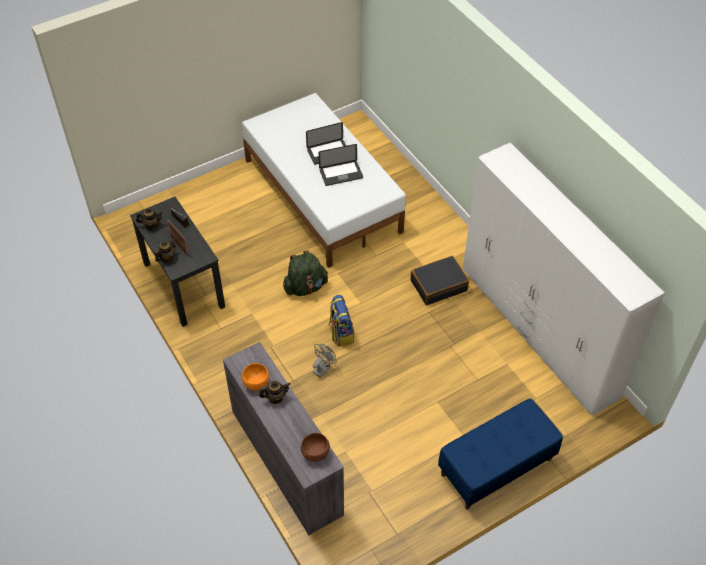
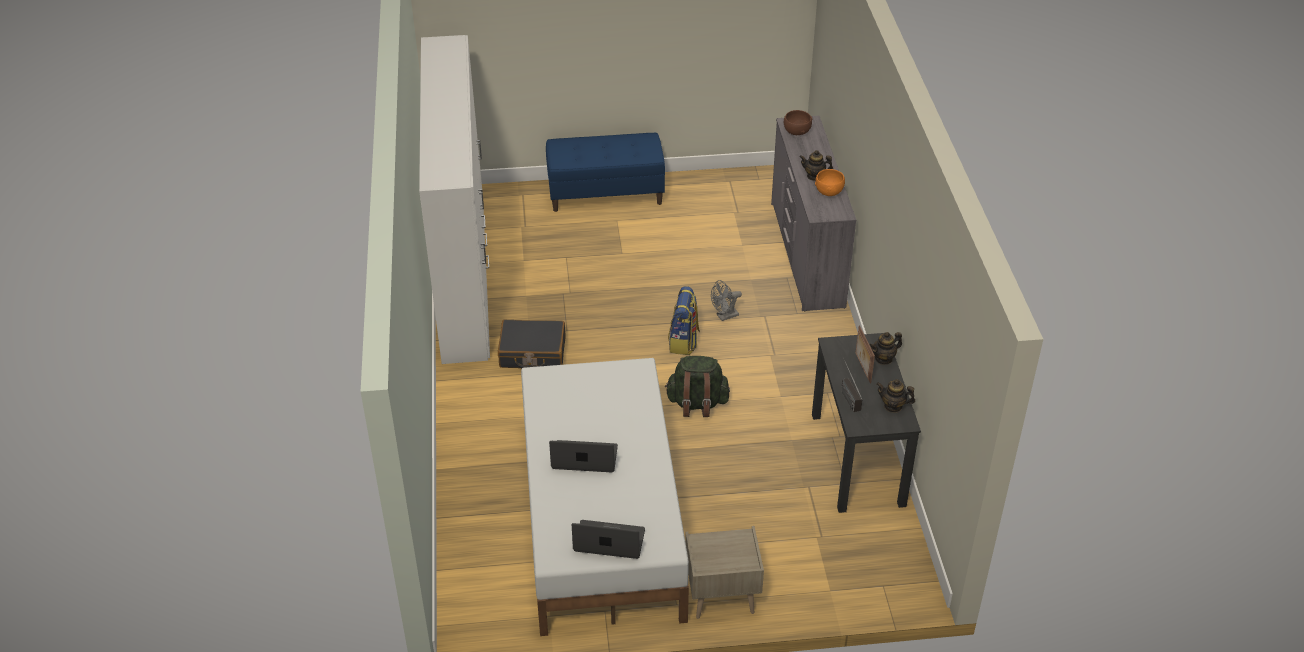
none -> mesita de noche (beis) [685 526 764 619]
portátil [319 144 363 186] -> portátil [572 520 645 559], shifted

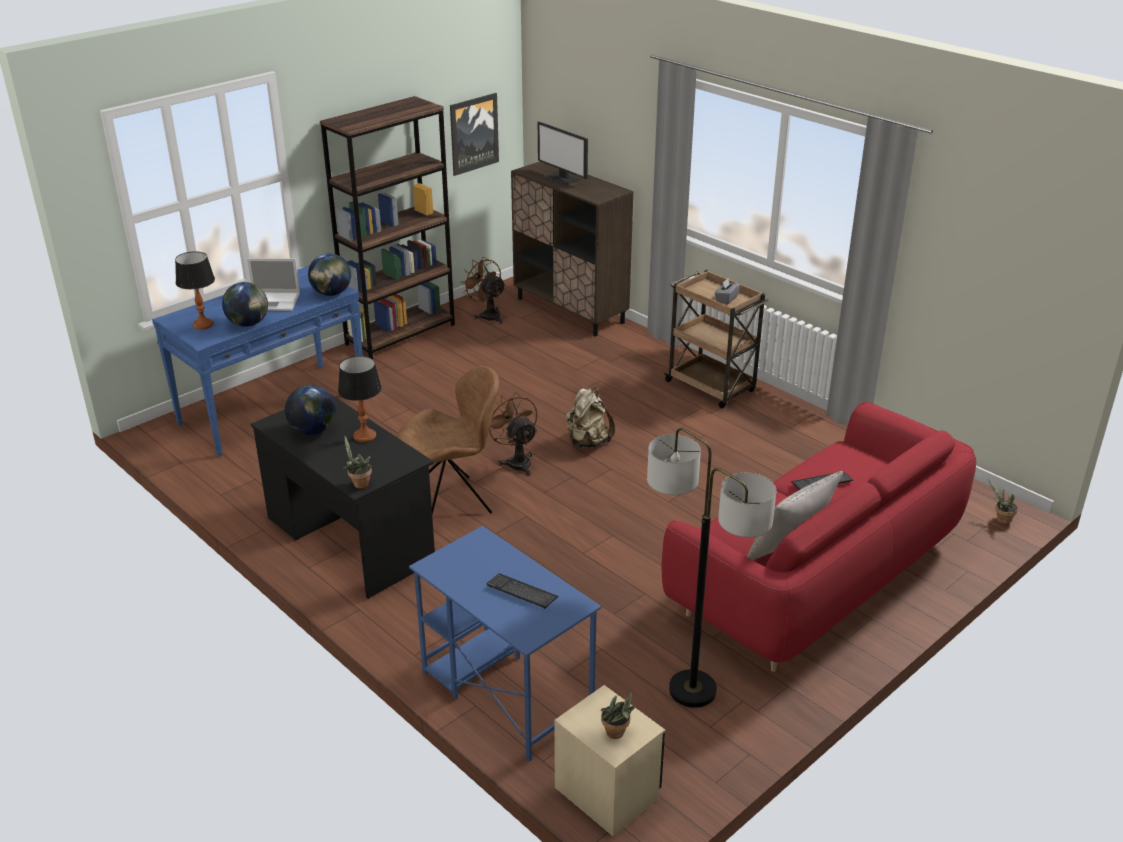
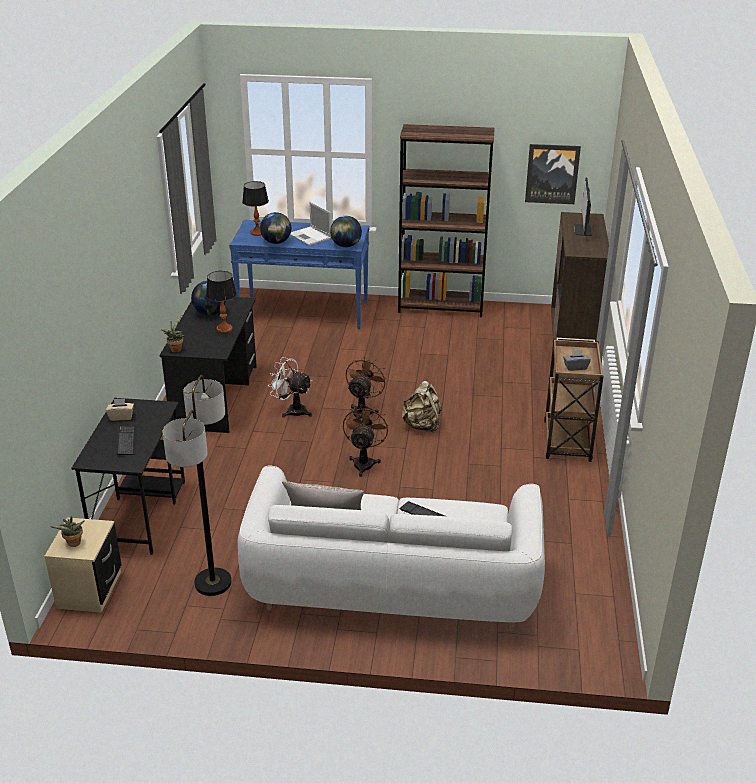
planta en maceta [989 480 1018 524] -> none
none -> caja de pañuelos (beis) [106 398 134 421]
ventilador (marrón) [460 257 506 324] -> ventilador (marrón) [343 404 389 477], shifted
silla (marrón) [397 366 499 514] -> ventilador (blanco) [268 357 312 418]
escritorio (azul) [409 526 601 761] -> escritorio (negro) [71 398 185 555]
sofá (rojo) [662 402 976 672] -> sofá (blanco) [238 466 545 631]

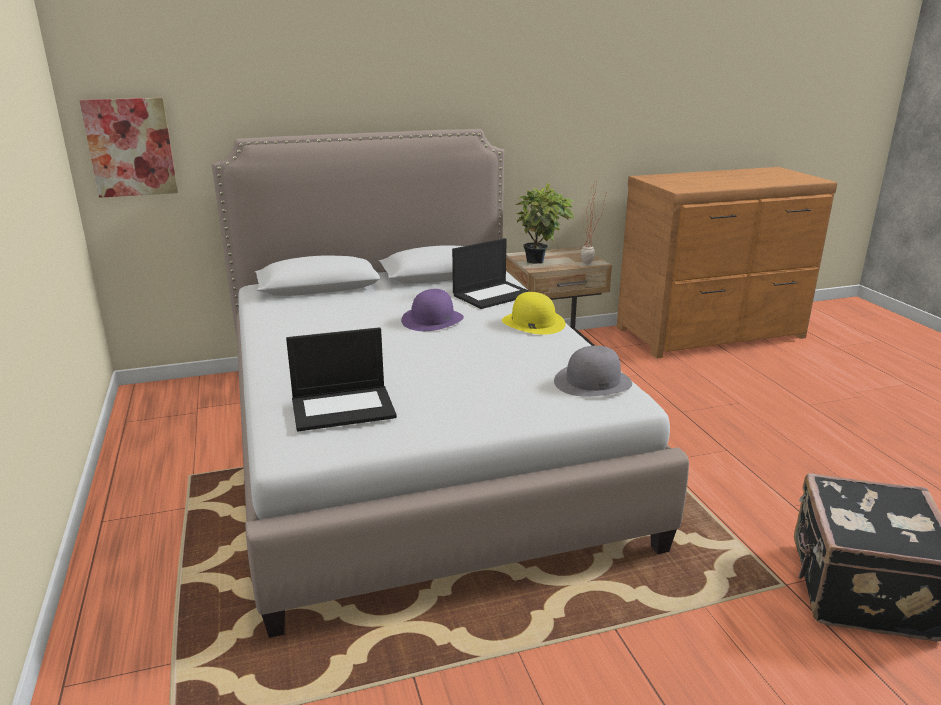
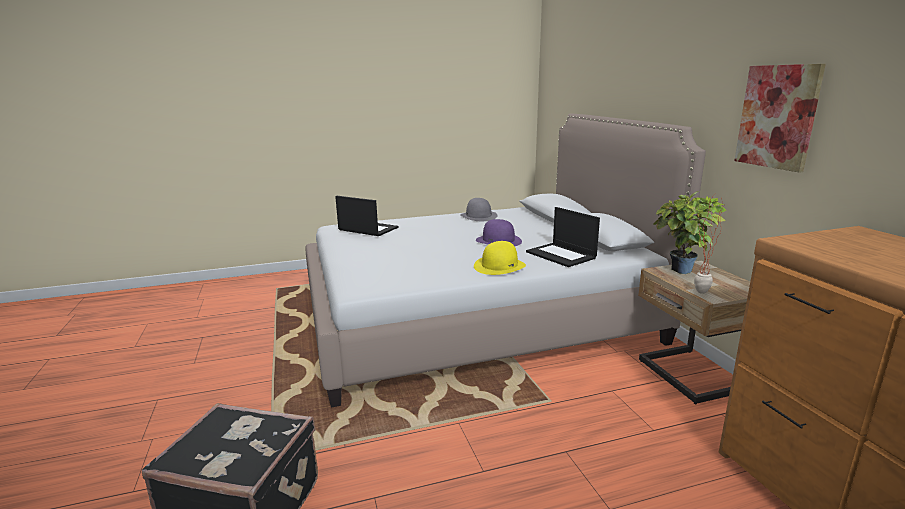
cuadro [80 98 178 198] -> cuadro [734 64 826 173], shifted
sombrero (gris) [554 346 632 397] -> sombrero (gris) [460 198 498 221], shifted
portátil [286 327 397 431] -> portátil [335 196 398 236], 135 degrees clockwise

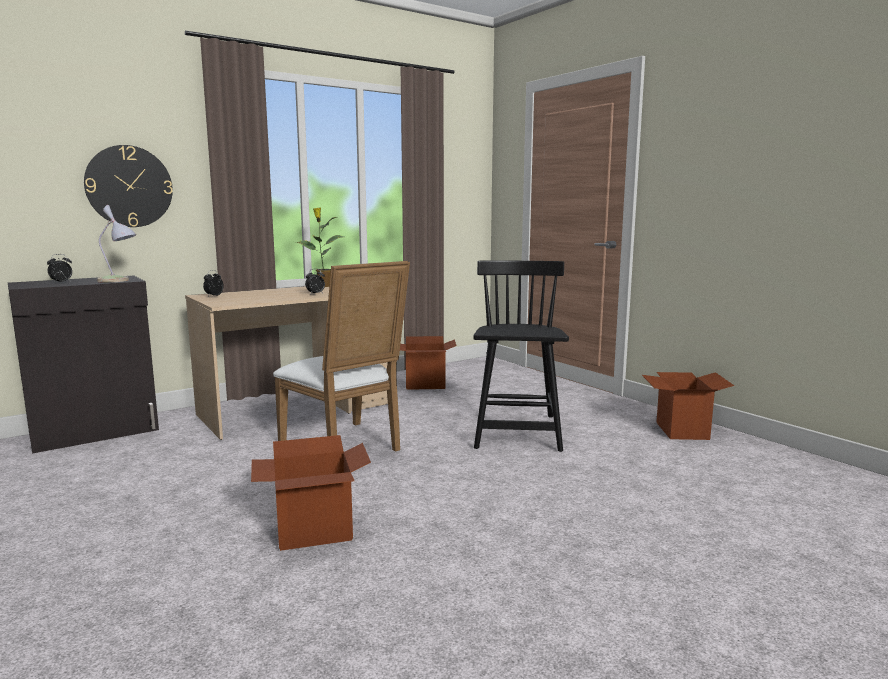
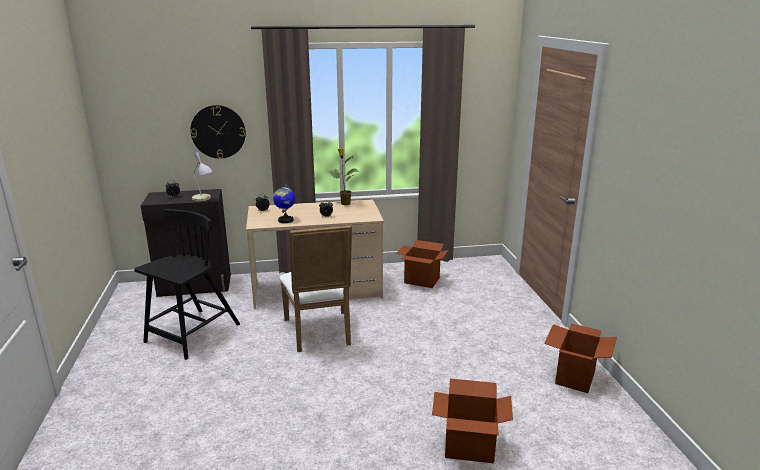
none -> globo terráqueo [273 184 295 223]
caja de cartón [251 435 371 551] -> caja de cartón [432 378 513 463], shifted
silla (negro) [473 261 569 452] -> silla (negro) [134 209 240 360], shifted

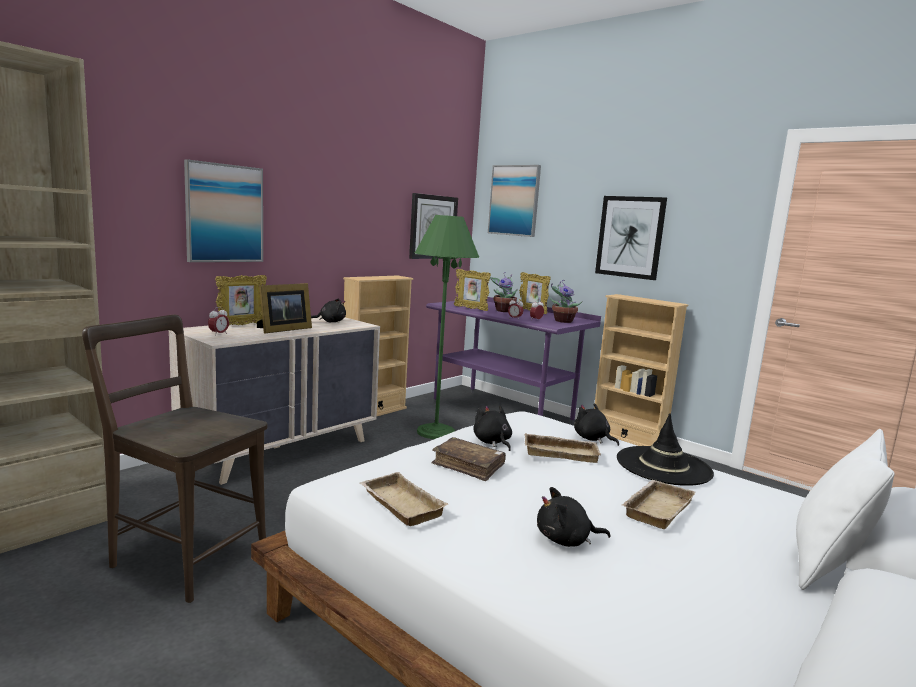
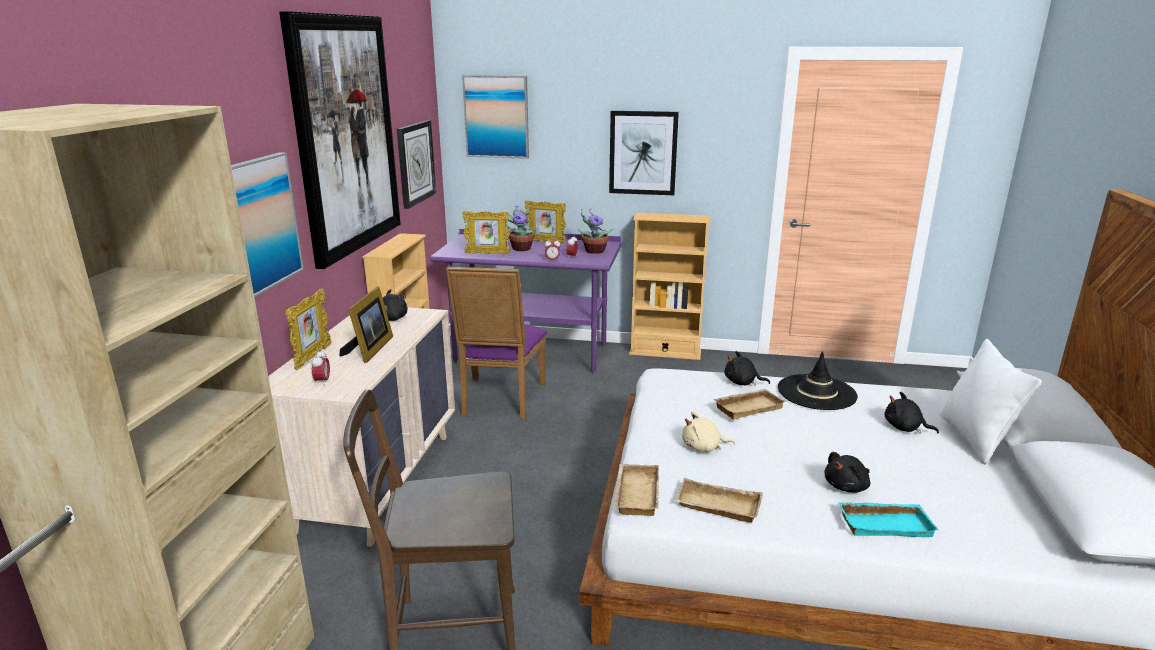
none -> cuadro [279 11 401 269]
none -> bandeja (turquesa) [838 502 939 537]
peluche (negro) [473 406 512 451] -> peluche (negro) [885 392 939 434], shifted
bandeja (beis) [623 480 696 529] -> bandeja (beis) [615 464 659 516], shifted
lámpara de pie (verde) [415 215 479 439] -> silla (morado) [446 267 547 419]
libro (marrón) [432 437 506 481] -> peluche (beis) [682 411 735 452]

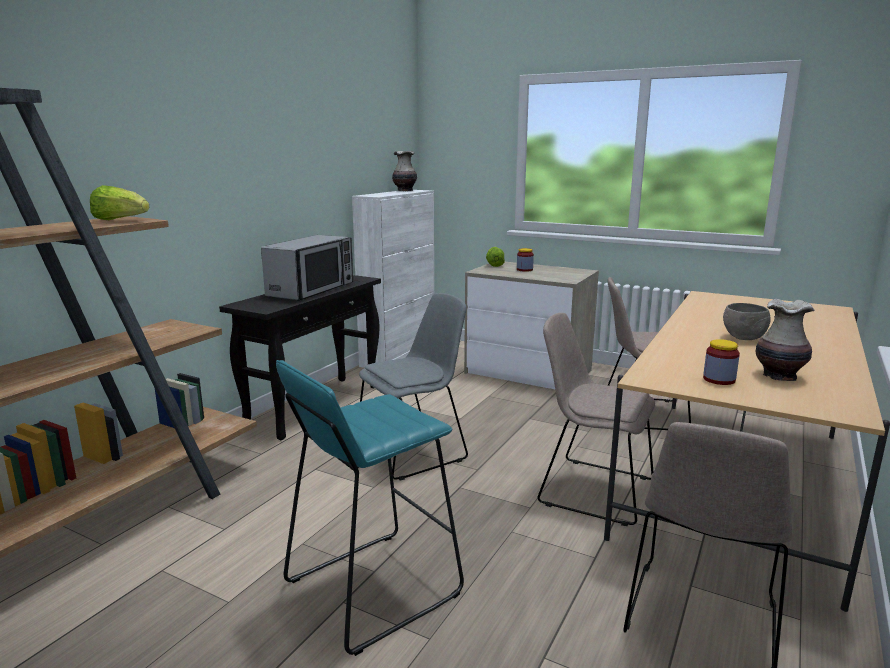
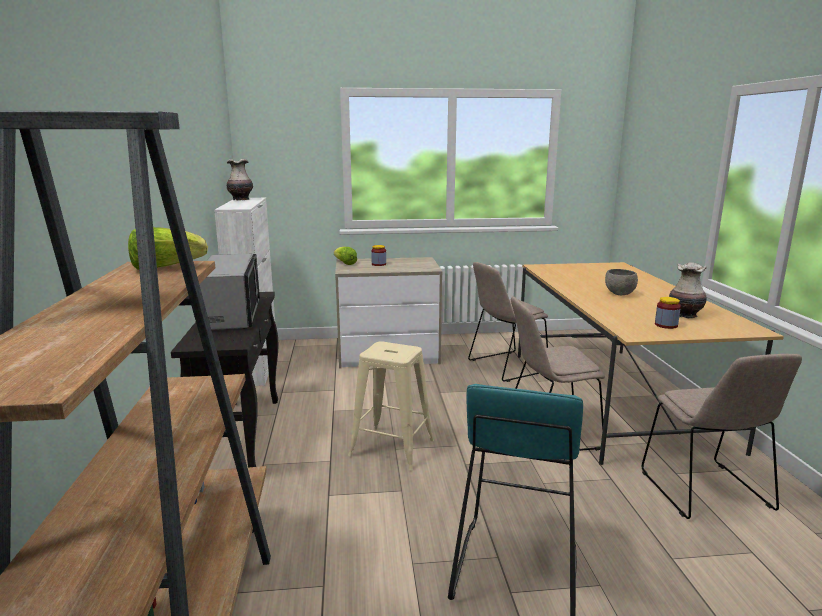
silla (gris) [359 293 468 481] -> taburete (beis) [348 341 434 471]

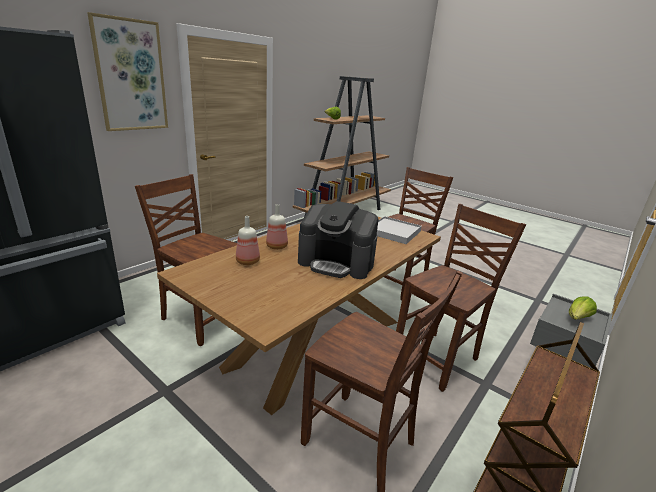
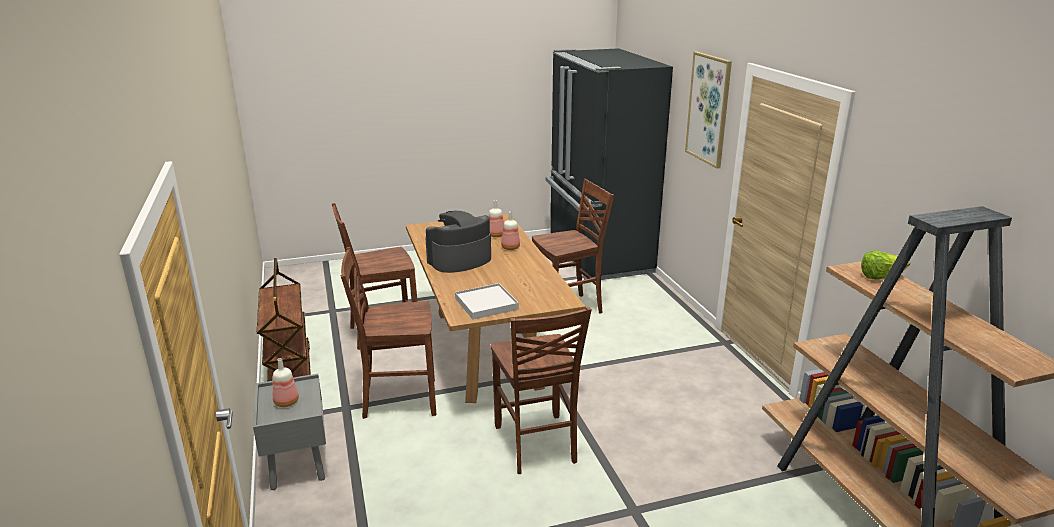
lechuga [569 296 597 320] -> botella [273 358 299 407]
silla (marrón) [396 204 526 392] -> silla (marrón) [341 247 436 419], 90 degrees clockwise

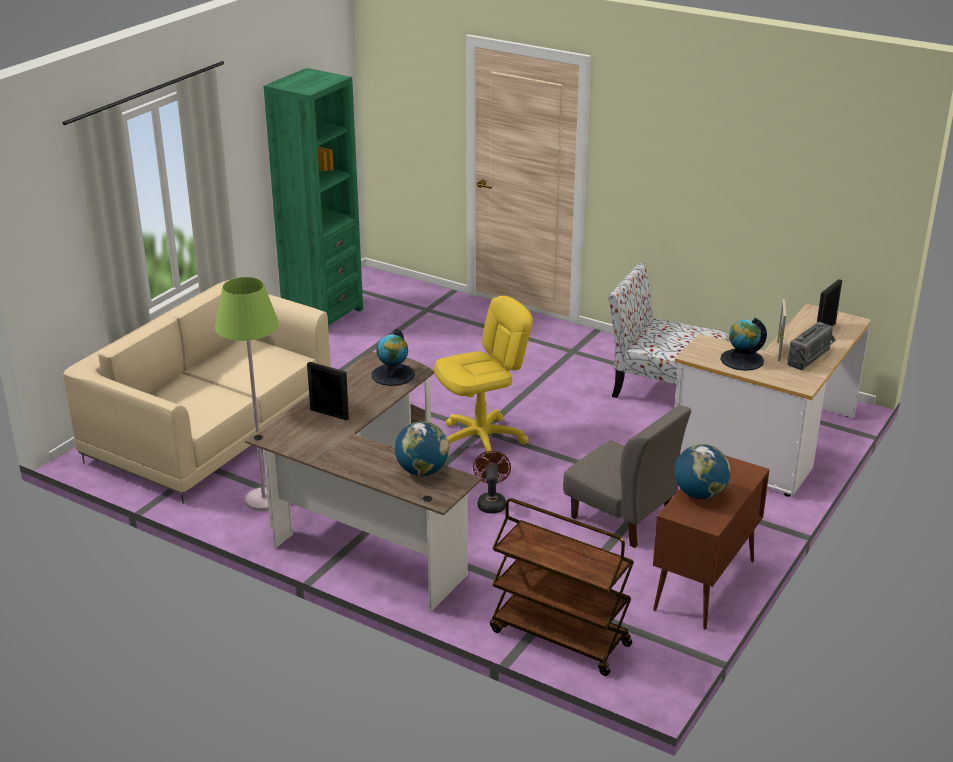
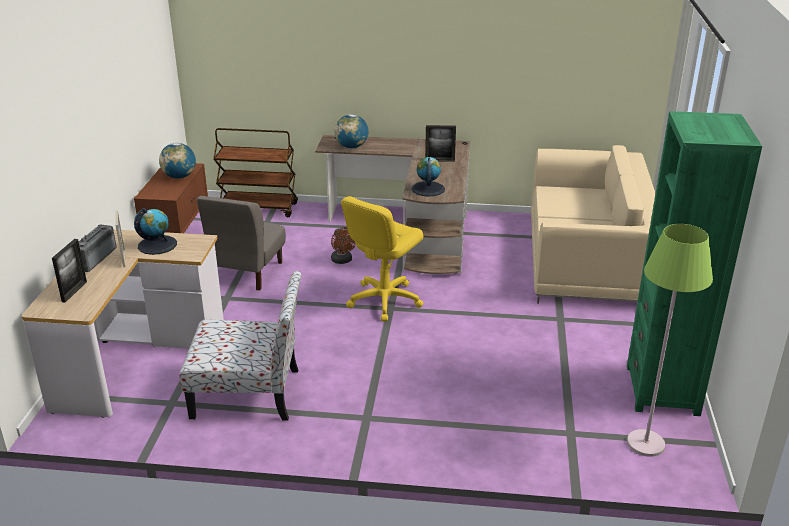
lámpara de pie (verde) [215 277 279 511] -> lámpara de pie (verde) [627 224 713 457], shifted
silla (gris) [563 406 691 548] -> silla (gris) [197 196 286 291], 90 degrees counterclockwise

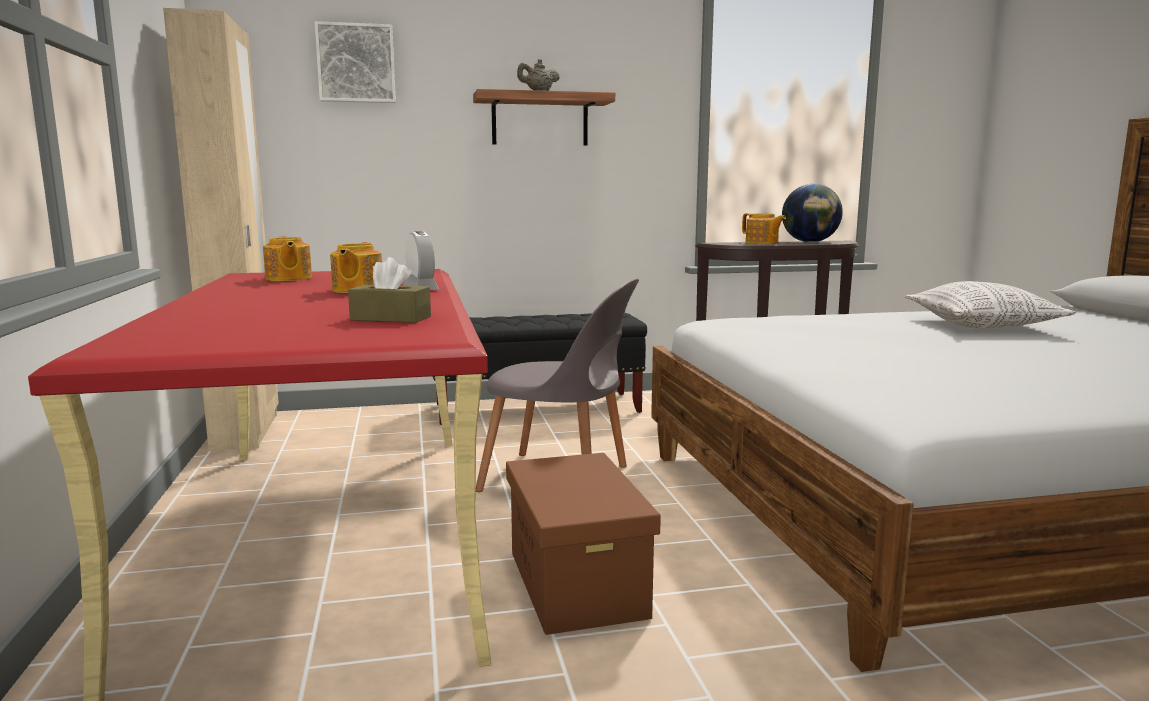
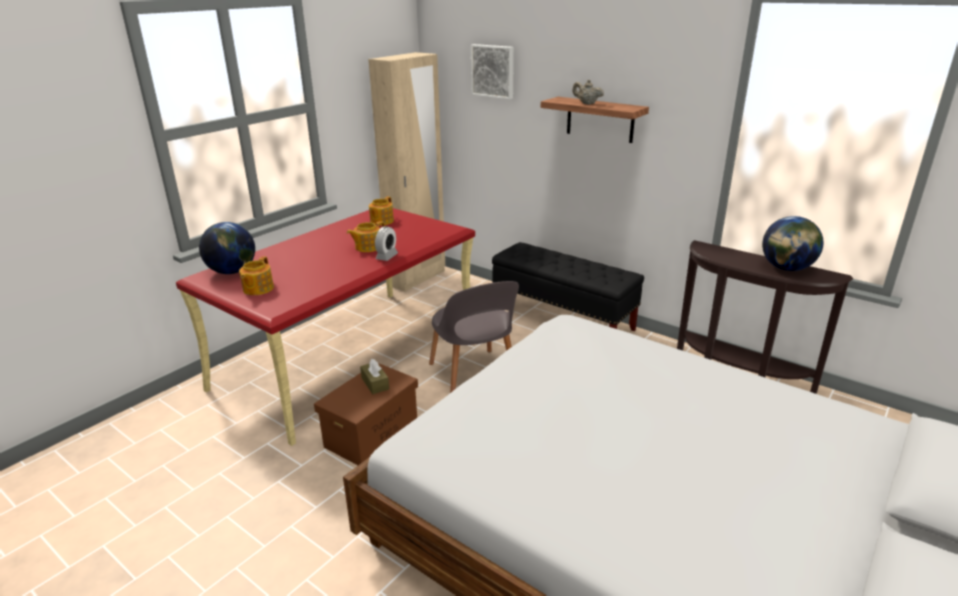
cojín [905 281 1076 329] -> none
none -> globo terráqueo [199 222 255 274]
caja de pañuelos (marrón) [348 257 431 323] -> caja de pañuelos (marrón) [360 359 389 394], shifted
tetera [742 213 786 244] -> tetera [239 256 274 295], shifted

